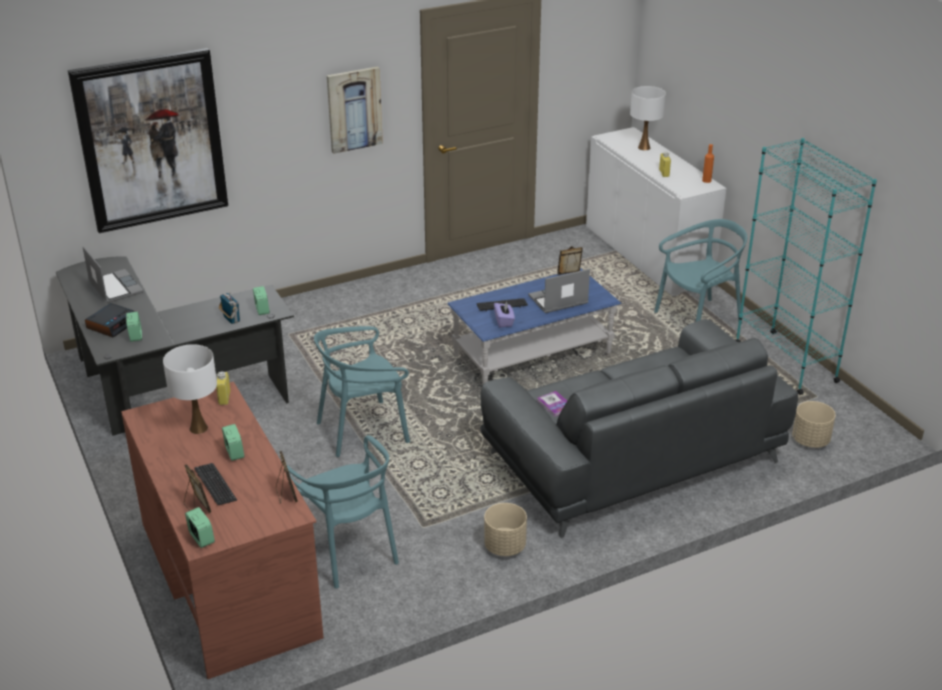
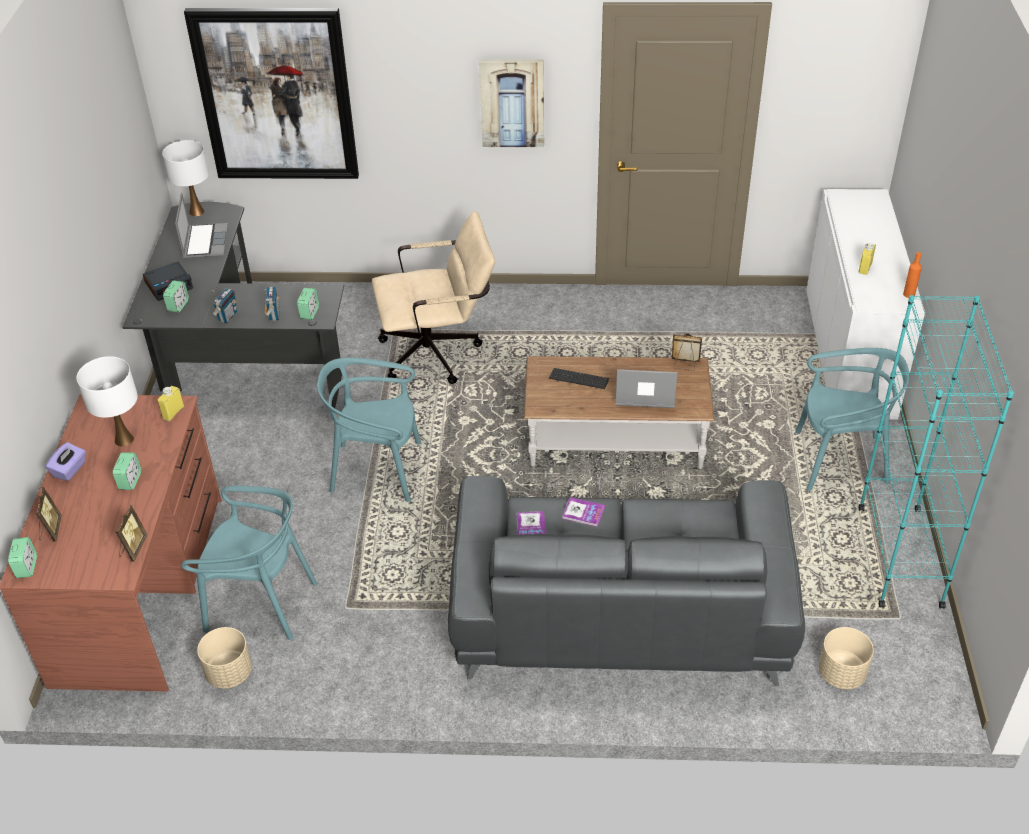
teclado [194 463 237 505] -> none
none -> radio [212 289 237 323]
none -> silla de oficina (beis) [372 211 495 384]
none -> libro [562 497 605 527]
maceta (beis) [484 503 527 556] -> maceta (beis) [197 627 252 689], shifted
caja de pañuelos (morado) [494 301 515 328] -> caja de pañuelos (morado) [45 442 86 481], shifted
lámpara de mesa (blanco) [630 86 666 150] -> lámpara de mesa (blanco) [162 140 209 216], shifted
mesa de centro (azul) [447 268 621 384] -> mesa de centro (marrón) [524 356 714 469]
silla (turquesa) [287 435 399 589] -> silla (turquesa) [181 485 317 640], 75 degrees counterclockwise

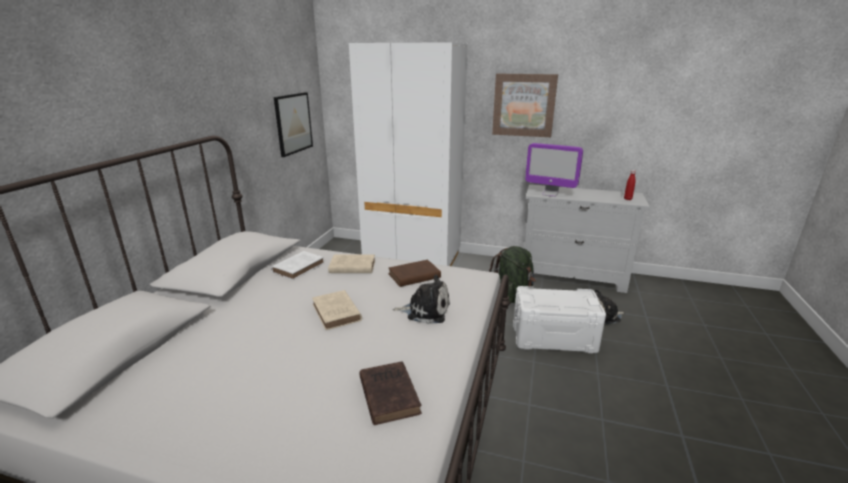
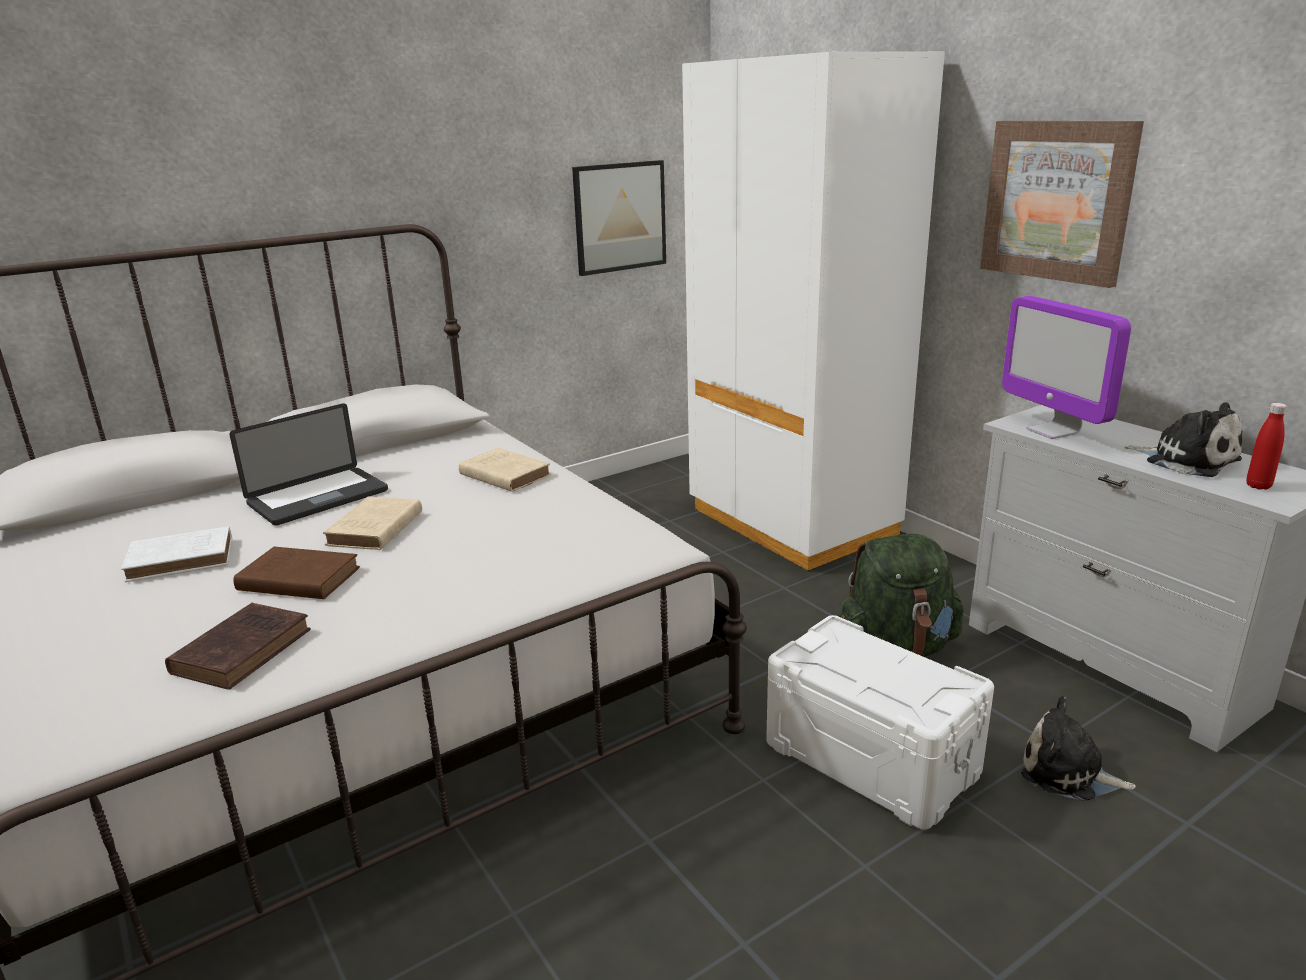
none -> portátil [229 403 388 526]
libro (blanco) [271 251 324 280] -> libro (blanco) [121 526 232 582], shifted
libro (marrón) [388 260 441 287] -> libro (marrón) [233 547 360 599], shifted
peluche [393 275 450 324] -> peluche [1125 402 1243 477], shifted

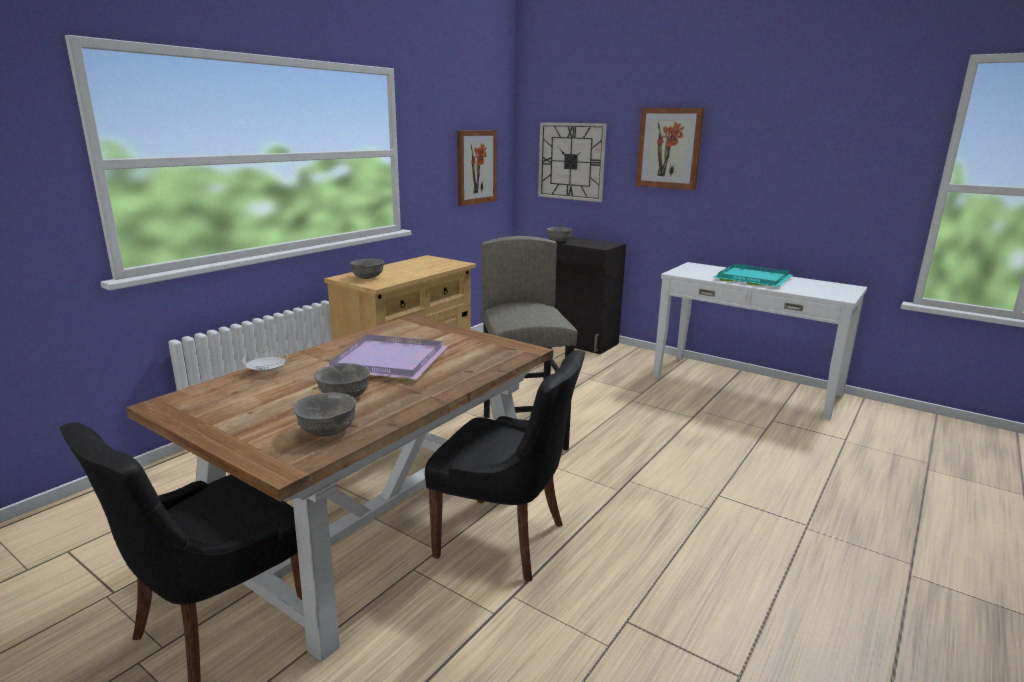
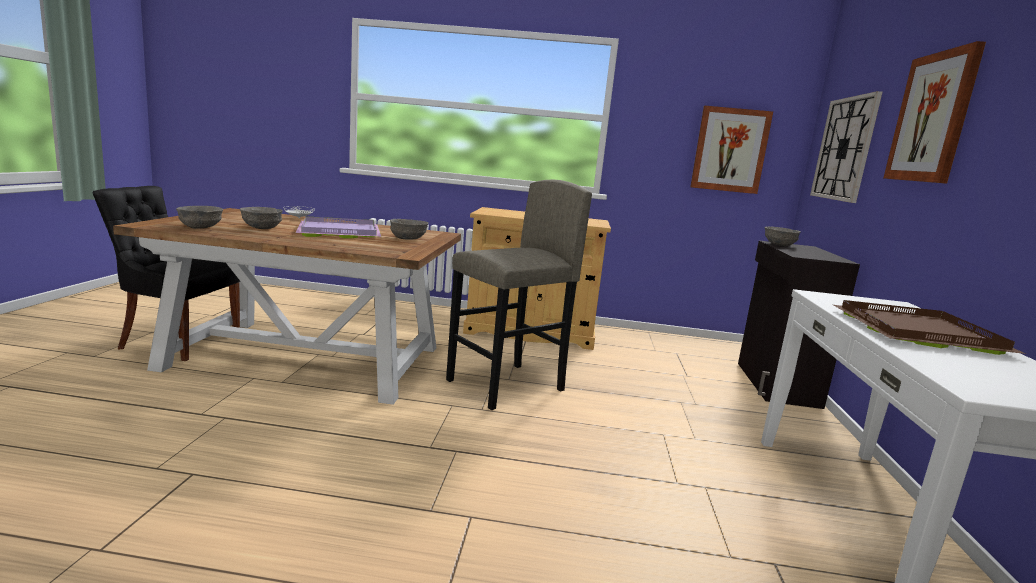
silla (negro) [425 350 585 582] -> none
cuenco (gris) [350 259 385 279] -> cuenco (gris) [390 219 429 240], shifted
bandeja (turquesa) [714 264 792 287] -> bandeja (marrón) [834 300 1026 355]

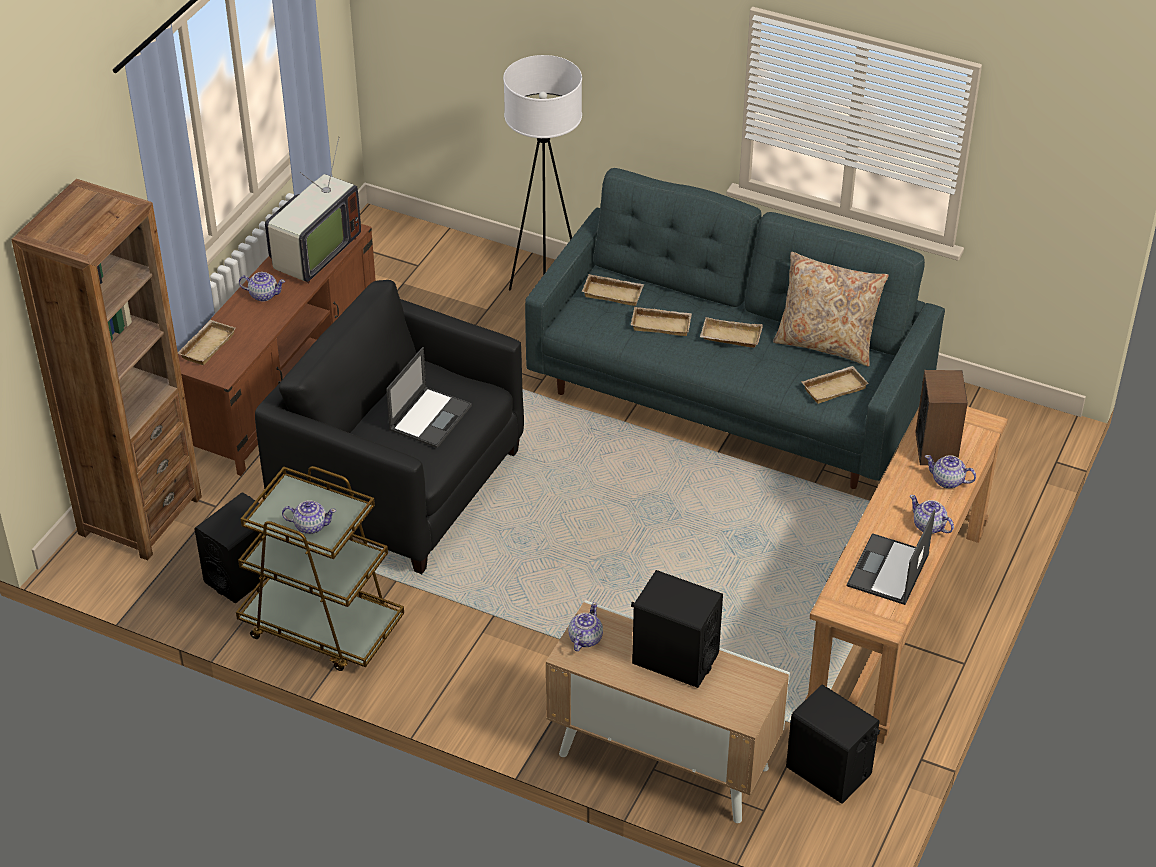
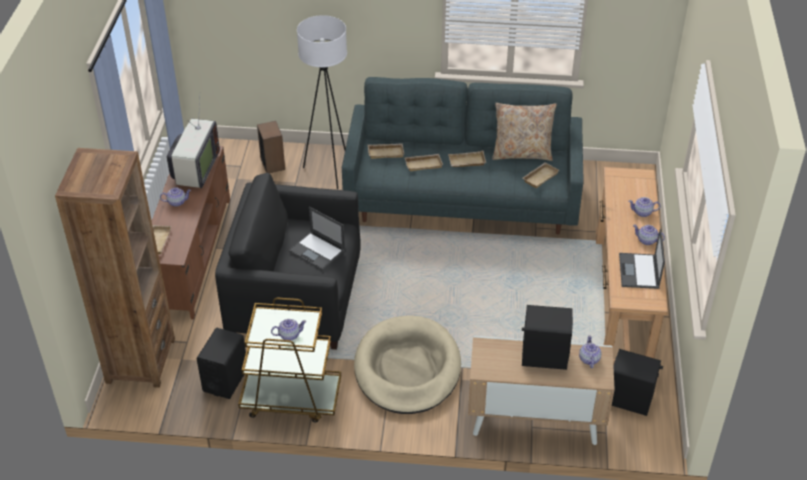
none -> cama para perro (beis) [354 316 461 414]
tetera [568 602 603 651] -> tetera [579 335 602 368], shifted
altavoz [915 370 968 465] -> altavoz [257 121 285 173], shifted
portátil [386 347 472 448] -> portátil [289 206 345 270], 120 degrees clockwise

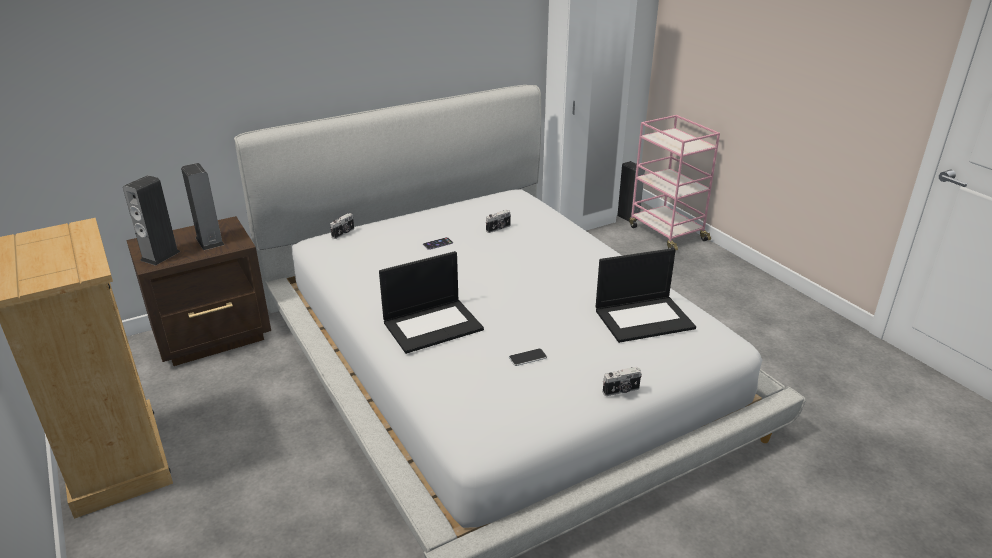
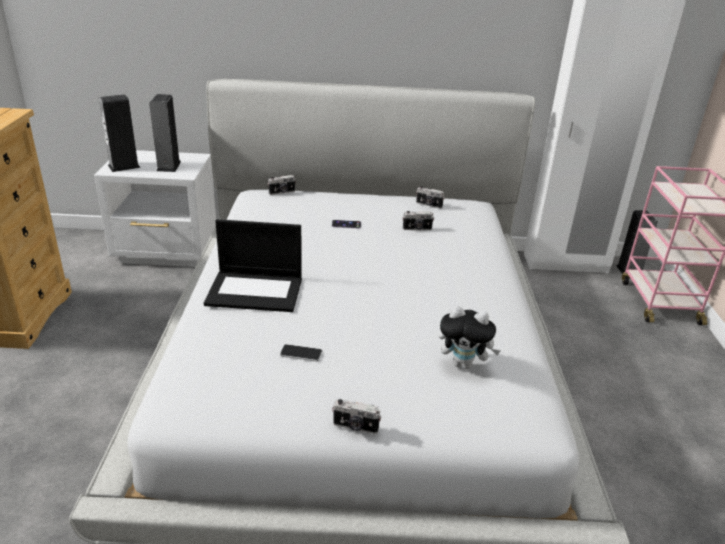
none -> cámara [416 186 445 209]
portátil [596 248 696 343] -> peluche [439 306 500 369]
mesita de noche (marrón) [126 216 271 366] -> mesita de noche (blanco) [94 150 216 267]

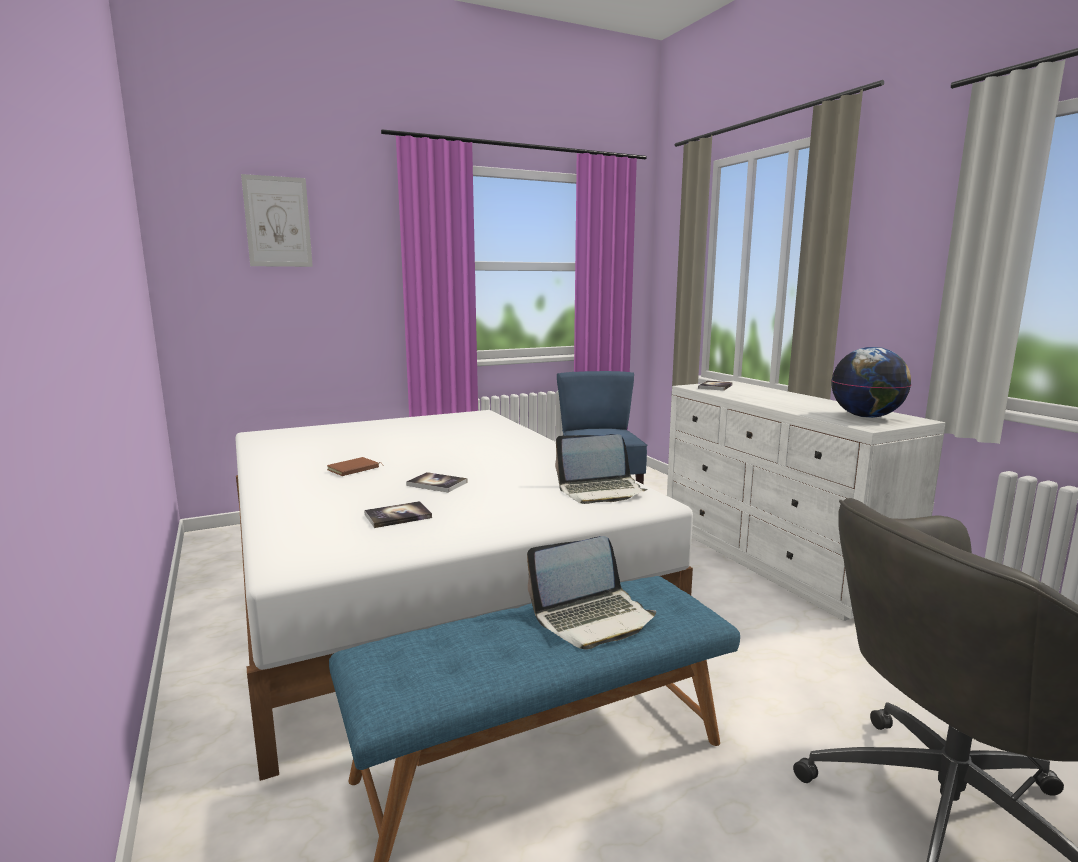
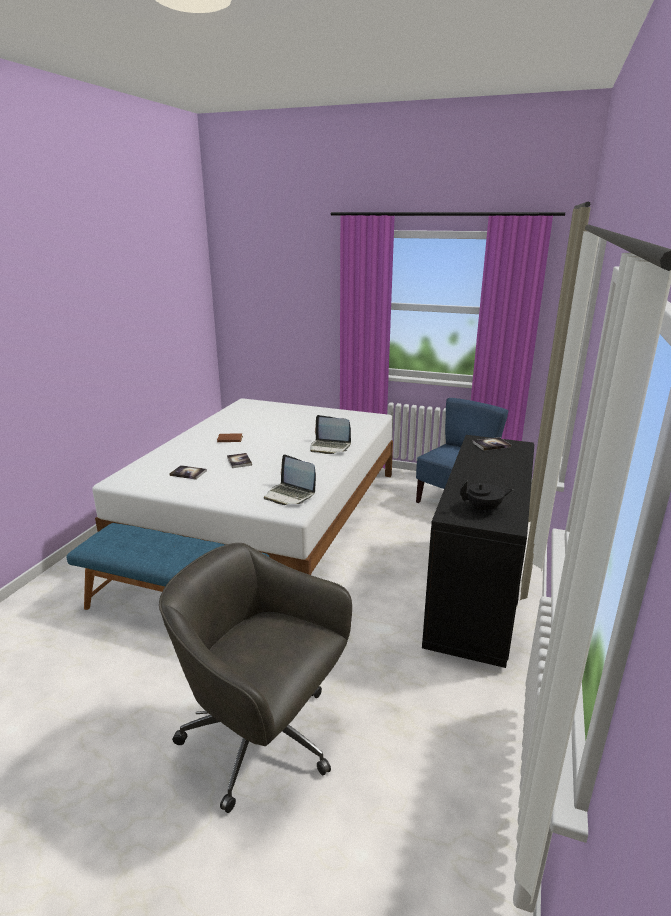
cuadro [241 174 313 267] -> none
portátil [527 536 656 650] -> portátil [310 415 351 454], shifted
globo terráqueo [831 347 911 418] -> tetera (negro) [460 481 513 514]
cómoda (blanco) [667 381 946 621] -> cómoda (negro) [422 435 534 668]

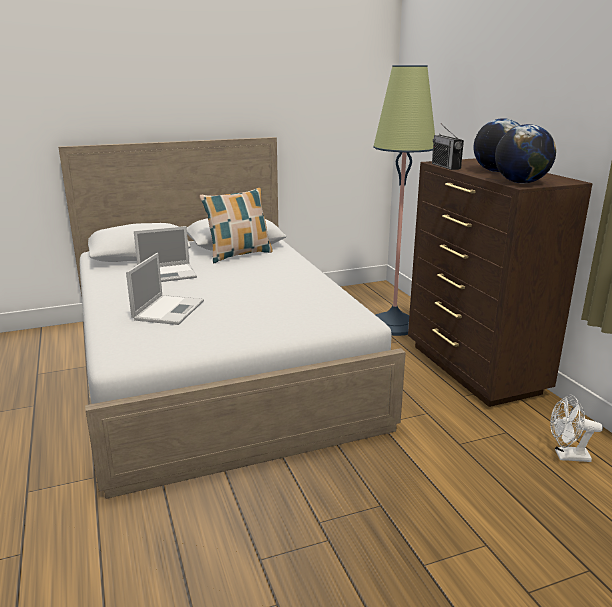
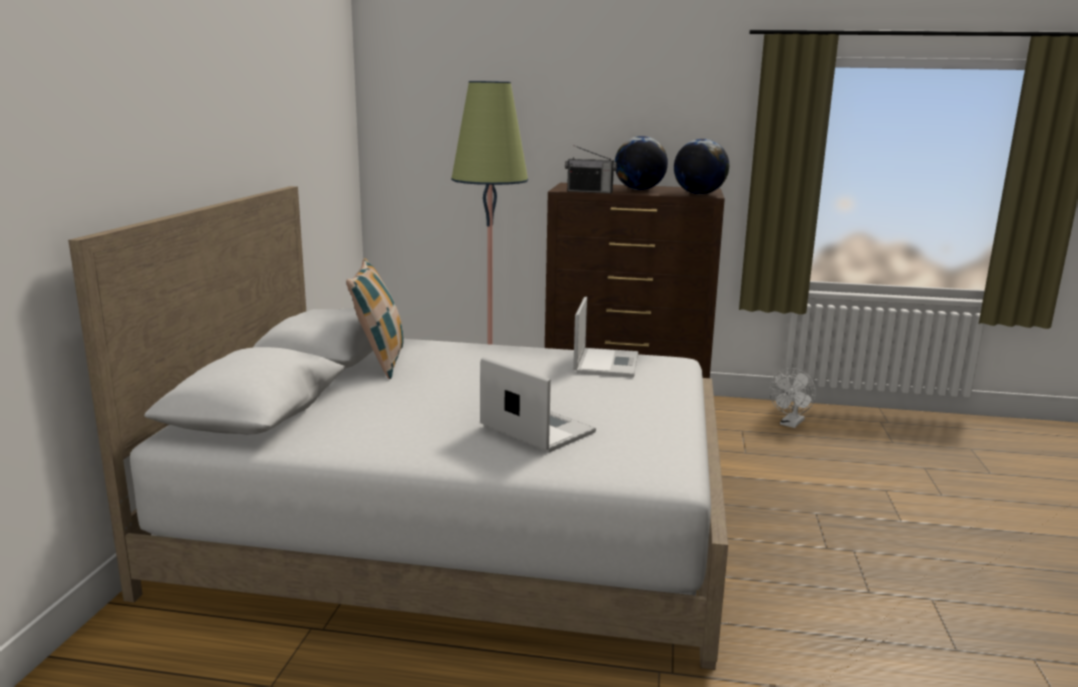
portátil [134 226 197 282] -> portátil [573 297 638 377], shifted

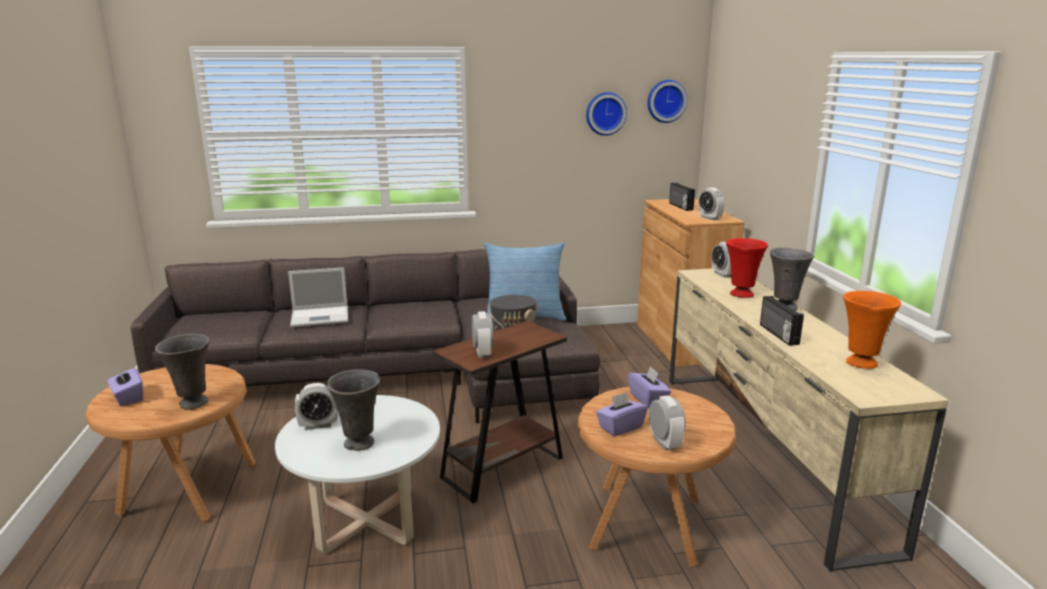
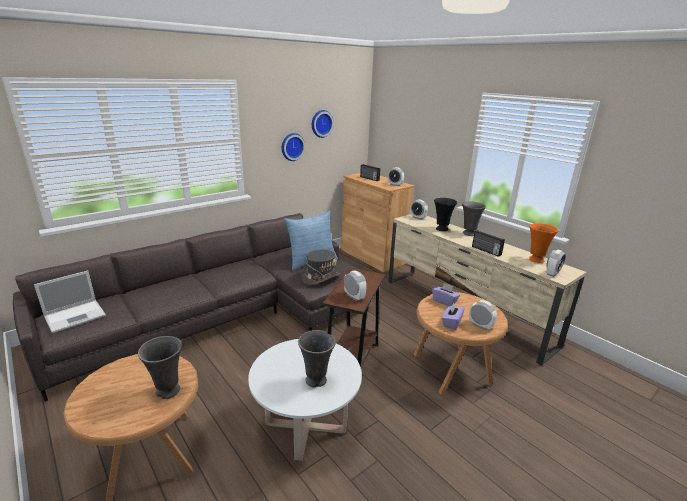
caja de pañuelos (morado) [108 366 143 406] -> none
portátil [288 267 348 327] -> portátil [34 271 106 333], shifted
despertador [295 383 338 430] -> despertador [546 250 566 277], shifted
reloj de pared [647 80 687 123] -> reloj de pared [282 133 305 161], shifted
florero (rojo) [726 238 768 298] -> florero (negro) [434 198 457 231]

